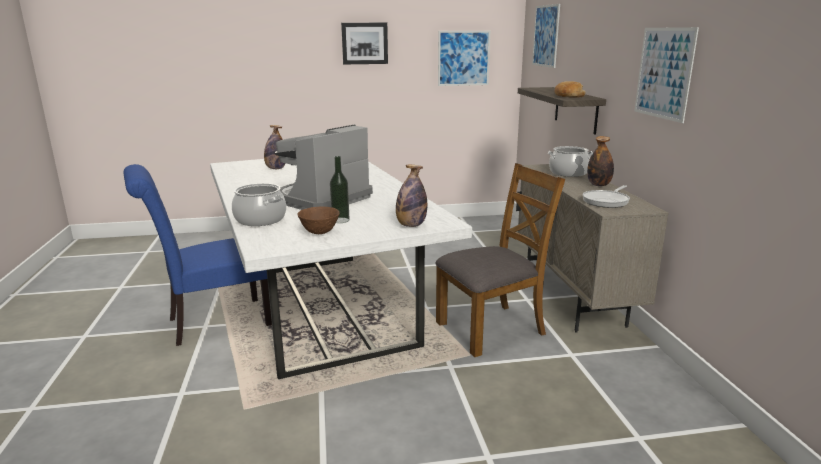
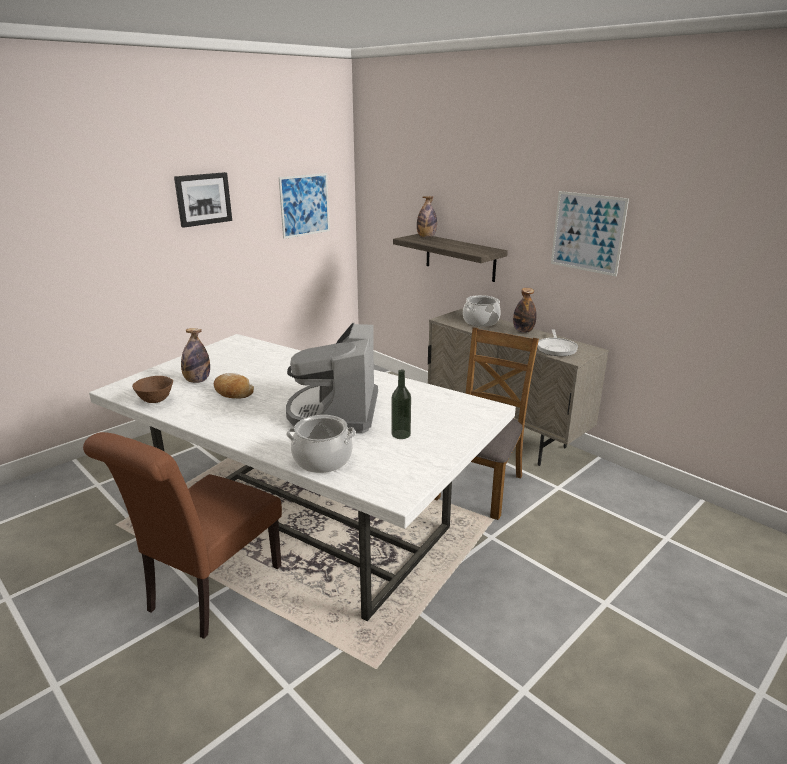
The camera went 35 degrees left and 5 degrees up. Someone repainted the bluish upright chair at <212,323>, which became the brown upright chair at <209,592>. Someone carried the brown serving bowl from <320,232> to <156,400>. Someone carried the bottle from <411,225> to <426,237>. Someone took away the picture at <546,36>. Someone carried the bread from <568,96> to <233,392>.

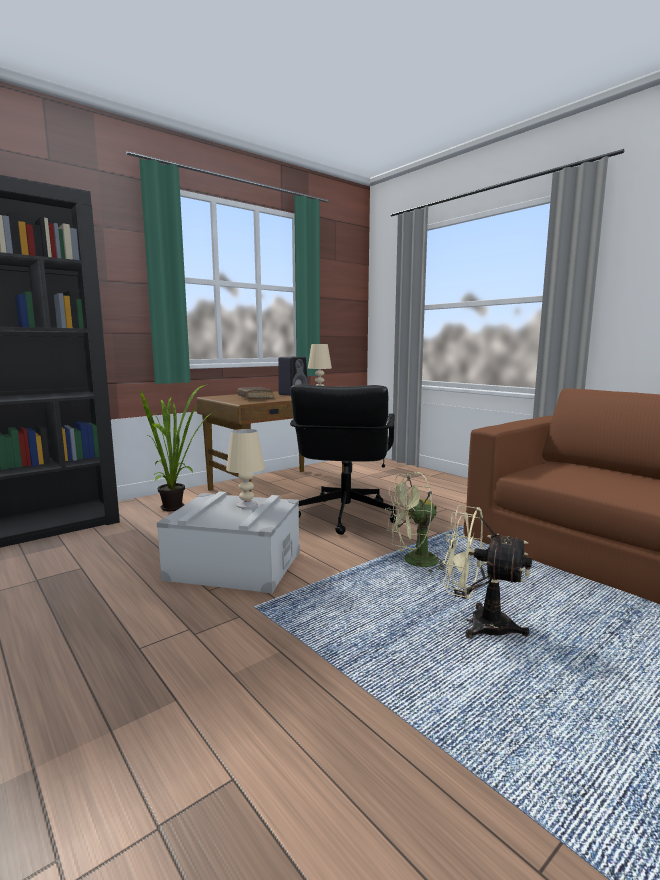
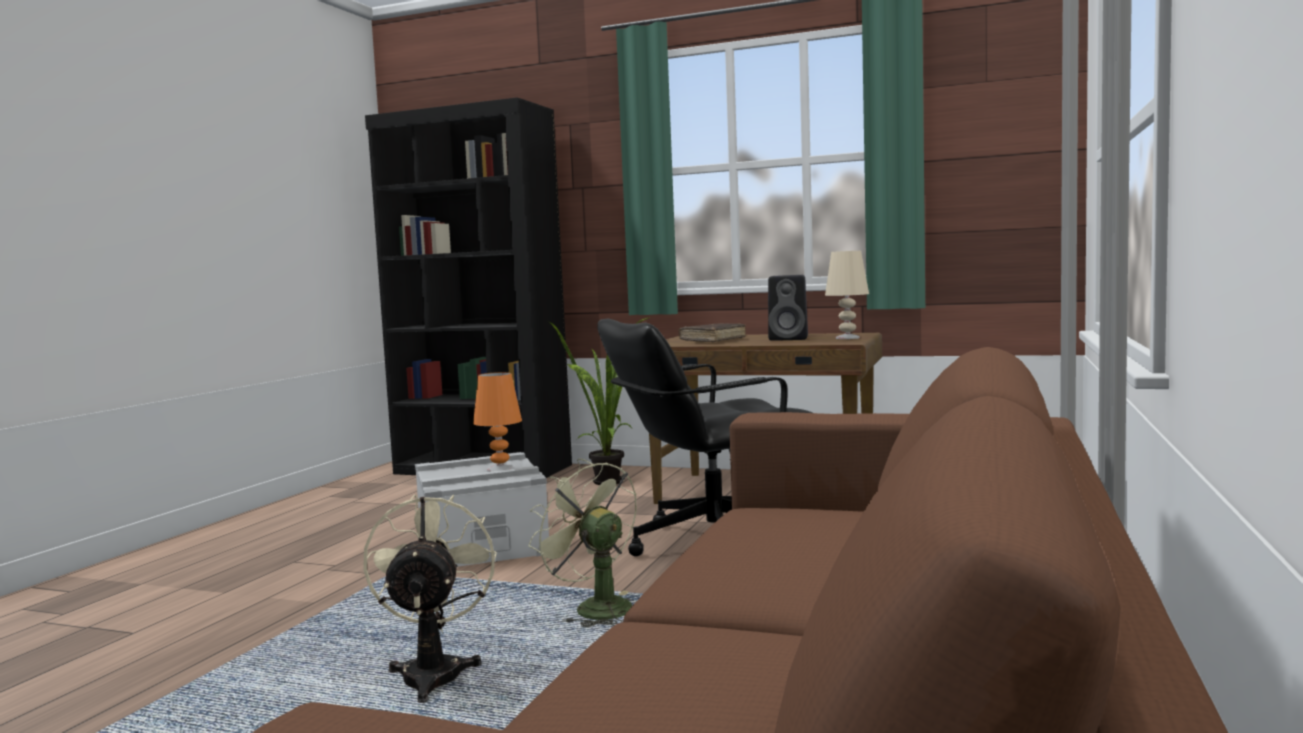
The camera went 60 degrees right and 5 degrees down. Someone repainted the beige table lamp at <247,505>, which became the orangey table lamp at <500,469>.

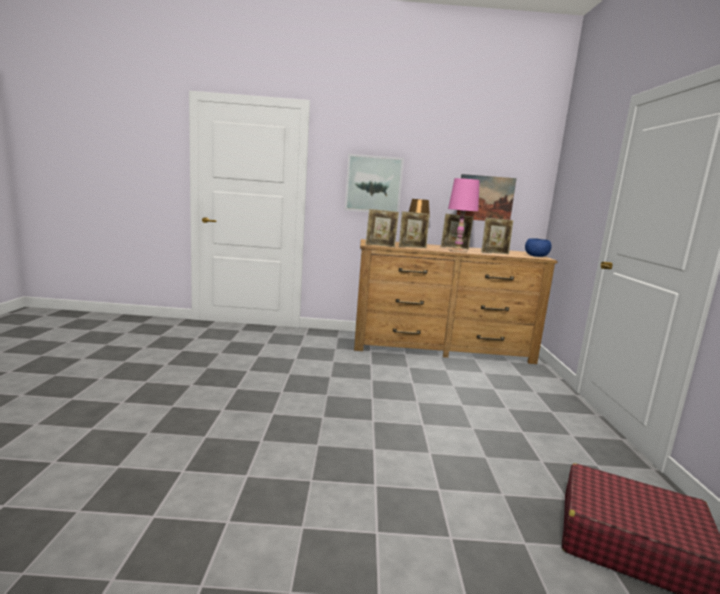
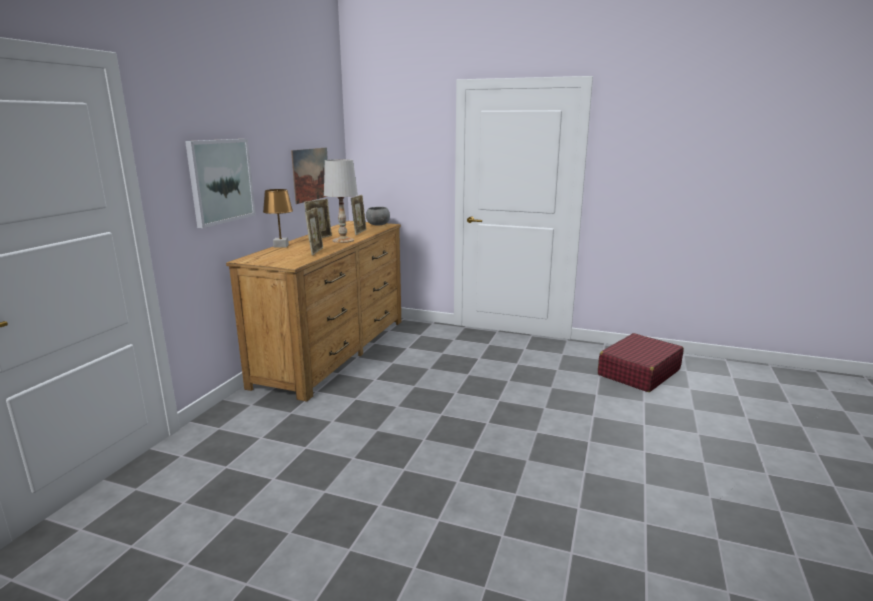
The camera went 70 degrees left and 5 degrees up. Someone took away the photo frame at <380,245>. Someone repainted the pink table lamp at <458,250>, which became the whitish table lamp at <343,240>. Someone repainted the bluish serving bowl at <536,256>, which became the grey serving bowl at <378,224>.

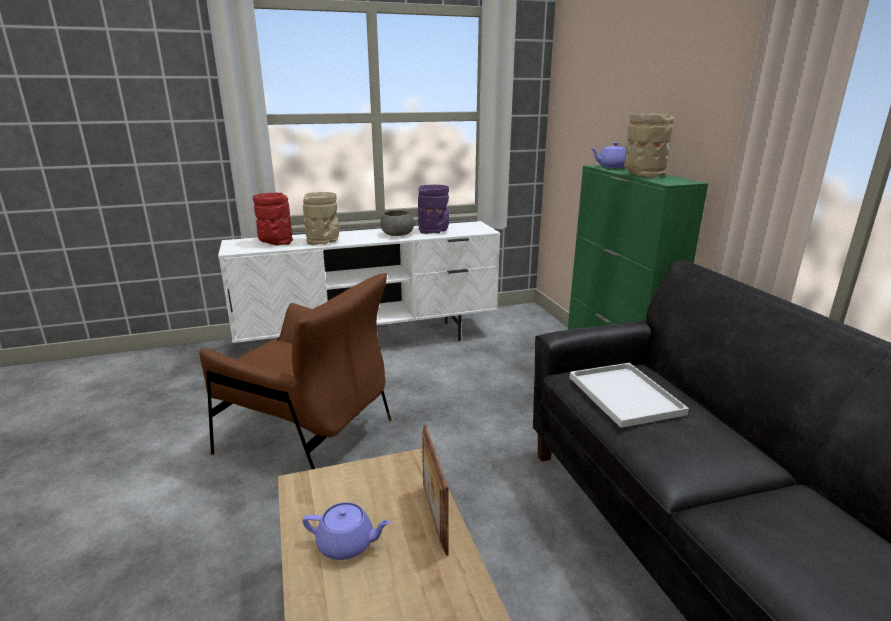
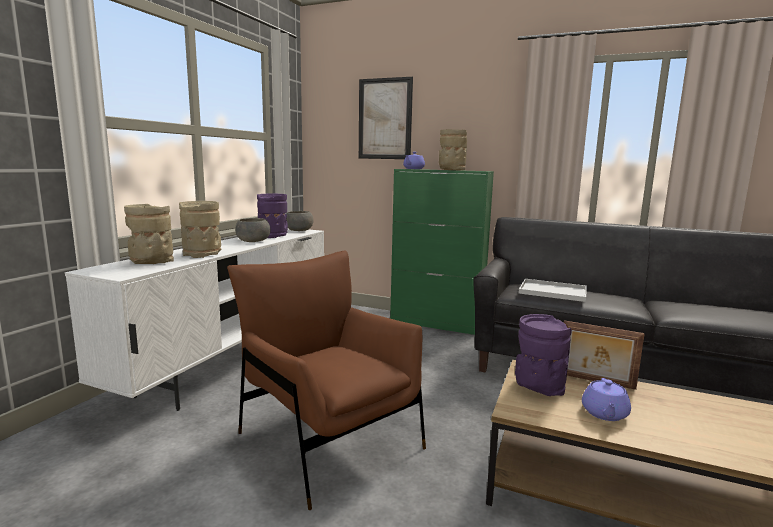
The camera went 50 degrees left and 10 degrees down. Someone rotated the brown lounge chair at <307,437> by 105 degrees counterclockwise. Someone repainted the red-coloured vase at <275,242>, which became the beige vase at <151,262>. Someone rotated the purple pot for tea at <347,544> by 150 degrees clockwise. Someone put down the grey serving bowl at <299,230>. Someone put up the picture at <385,119>. Someone put down the purple vase at <538,387>.

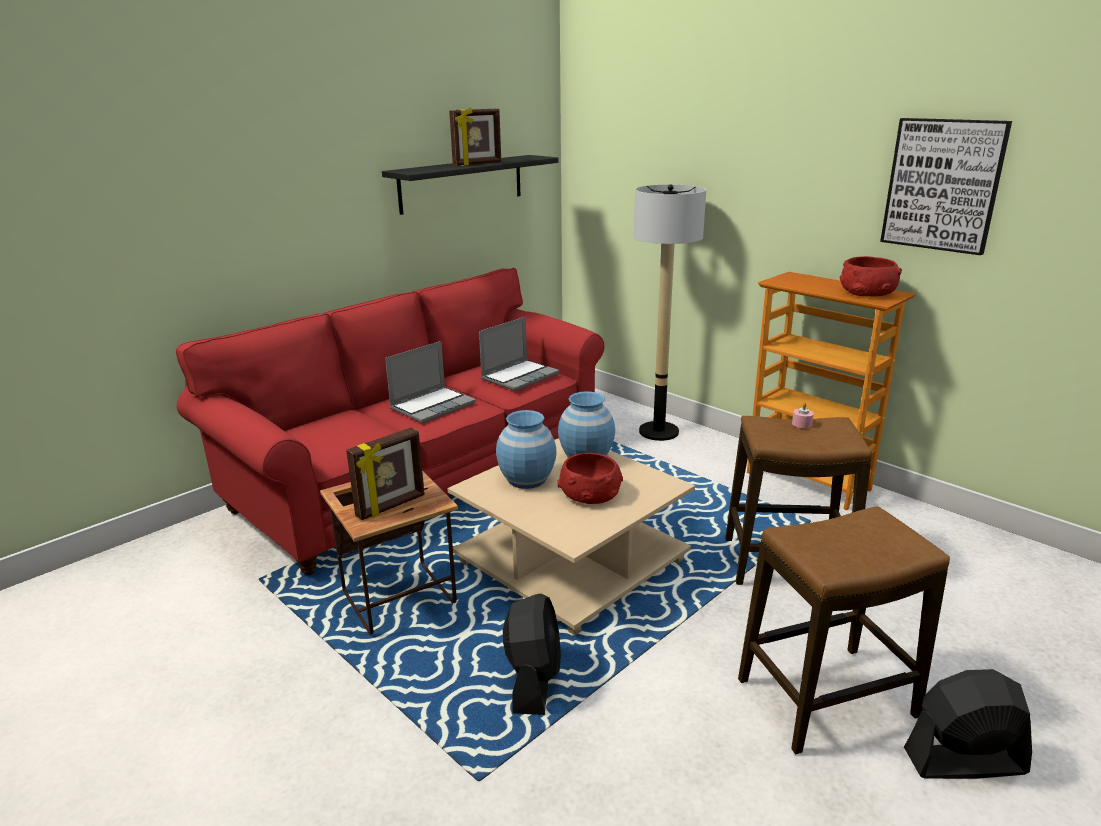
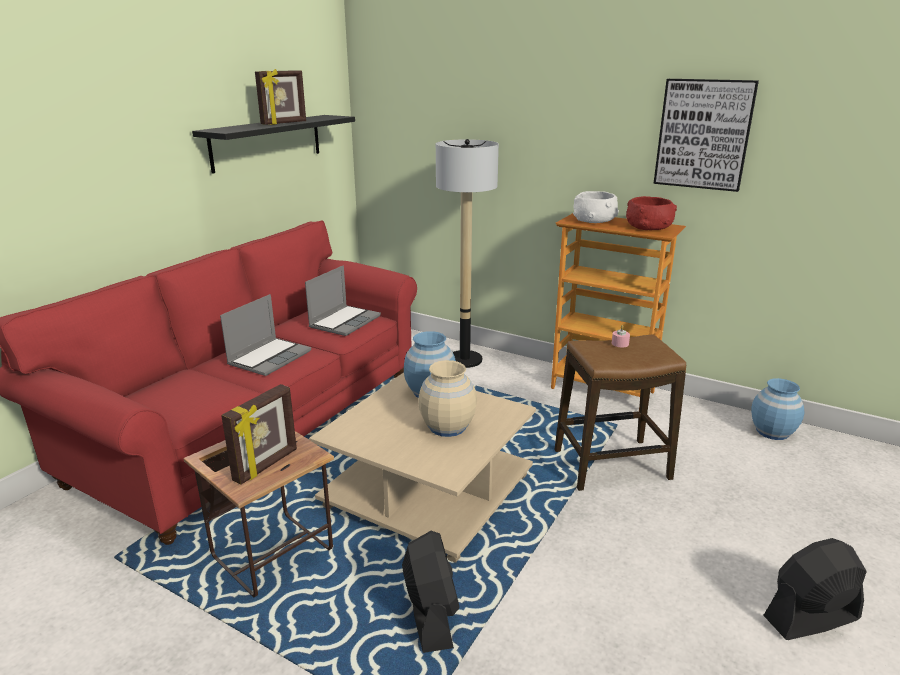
The camera went 15 degrees left and 0 degrees up. Someone carried the bluish vase from <527,479> to <772,432>. Someone swapped the red-coloured serving bowl at <590,494> for the beige vase at <447,427>. Someone took away the sitting stool at <826,698>. Someone put down the whitish serving bowl at <594,220>.

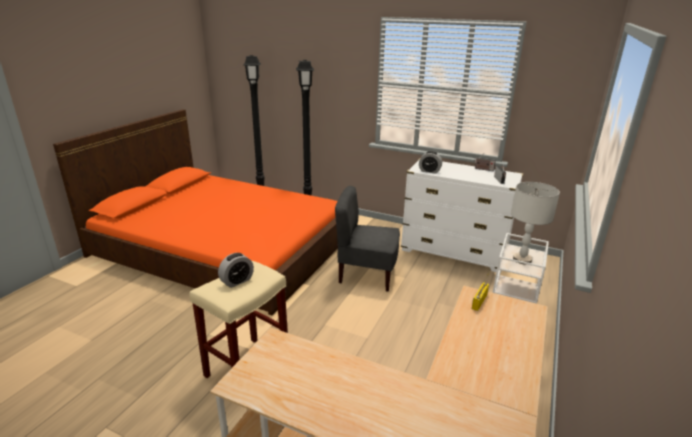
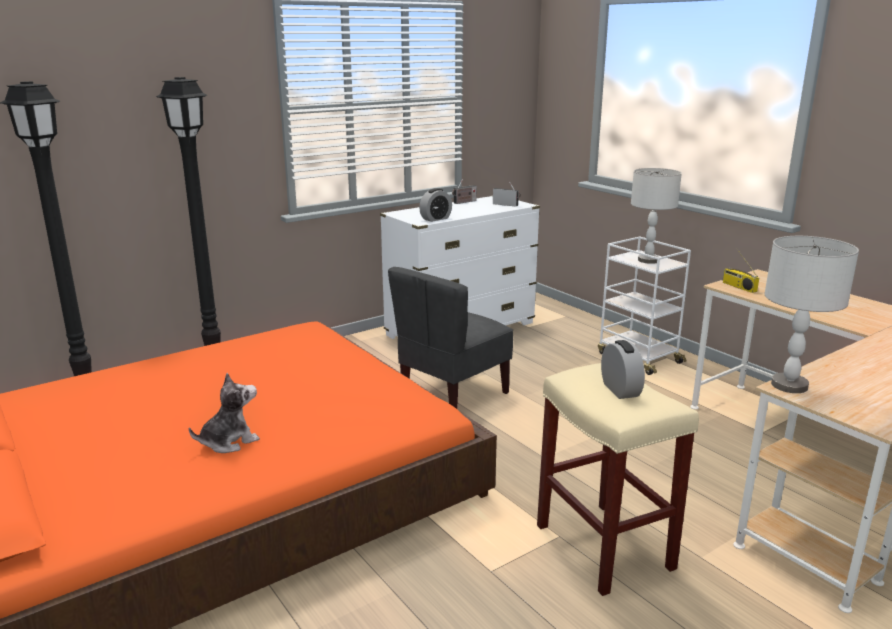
The camera went 60 degrees left and 5 degrees down. Someone put down the soft toy at <229,441>. Someone put down the grey table lamp at <789,385>.

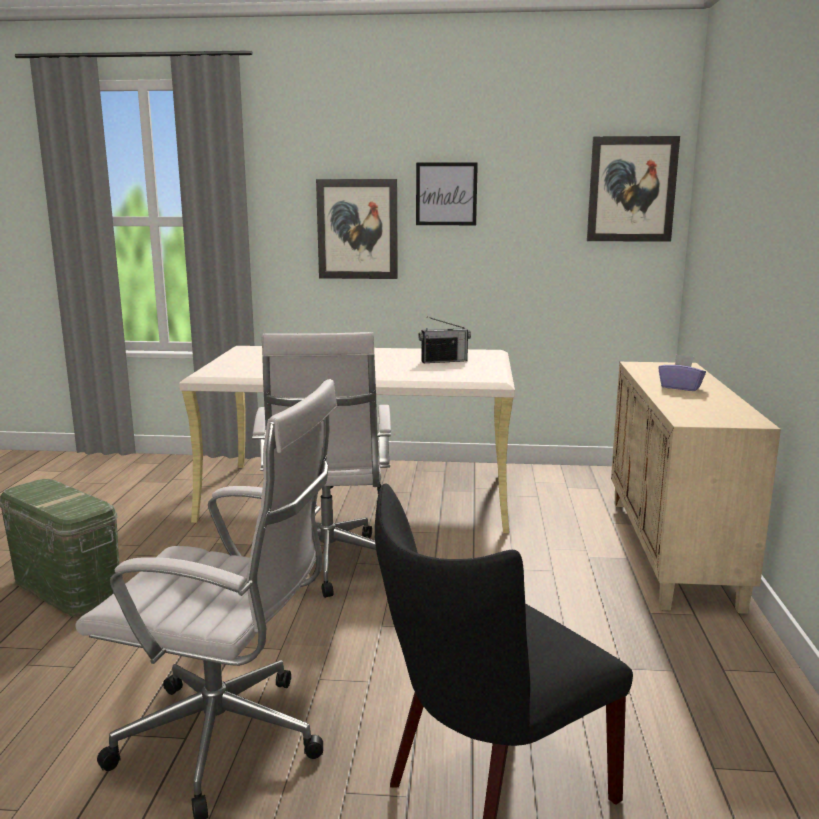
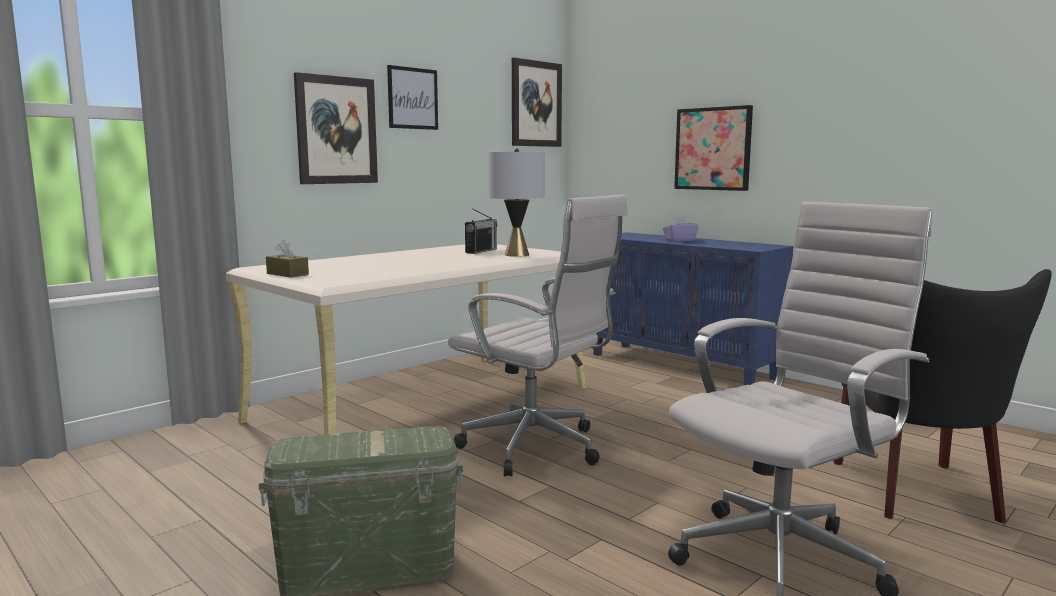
The camera went 50 degrees left and 5 degrees down. Someone repainted the beige storage cabinet at <673,551>, which became the bluish storage cabinet at <682,366>. Someone put down the brown tissue holder at <287,274>. Someone put down the grey table lamp at <517,255>. Someone put up the picture at <713,149>.

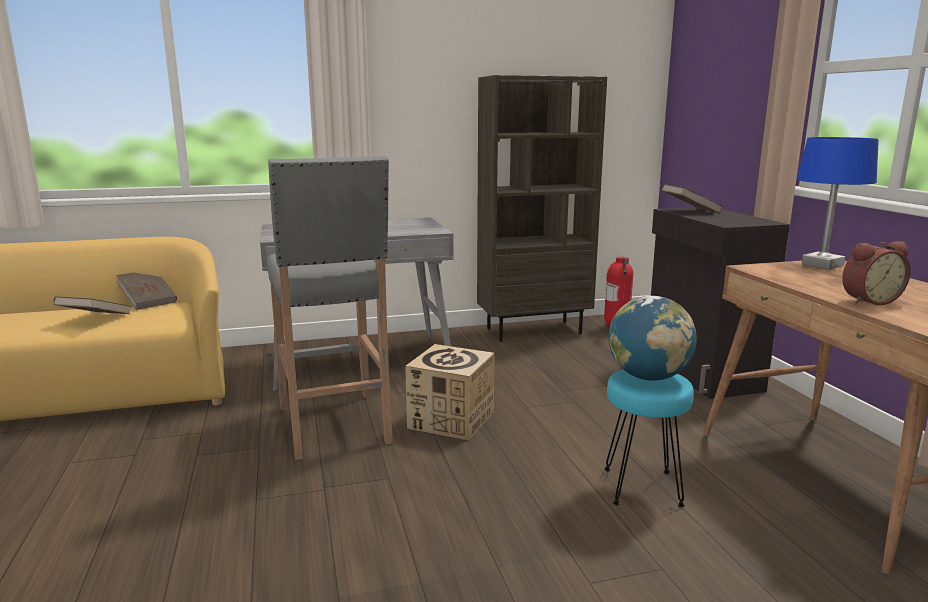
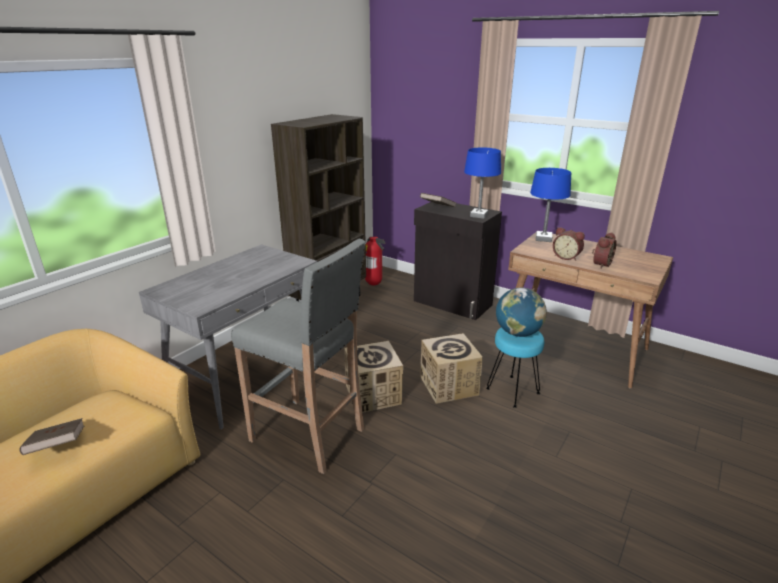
The camera went 40 degrees left and 10 degrees up. Someone took away the brown bound book at <148,301>. Someone put down the carton at <448,386>. Someone put down the bluish table lamp at <479,216>. Someone put down the bedside clock at <566,257>.

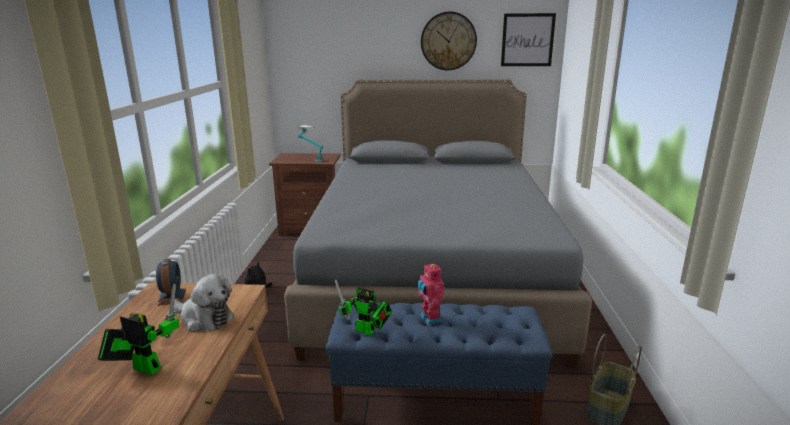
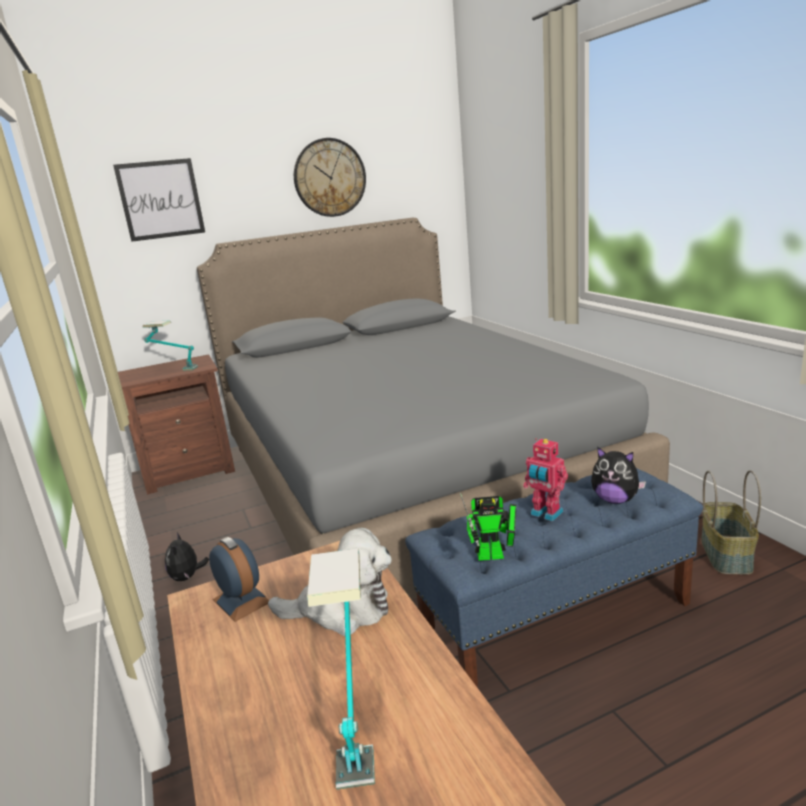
The camera went 25 degrees left and 0 degrees up. Someone swapped the toy robot at <143,367> for the table lamp at <355,718>. Someone carried the picture from <527,40> to <160,199>. Someone put down the soft toy at <615,500>.

